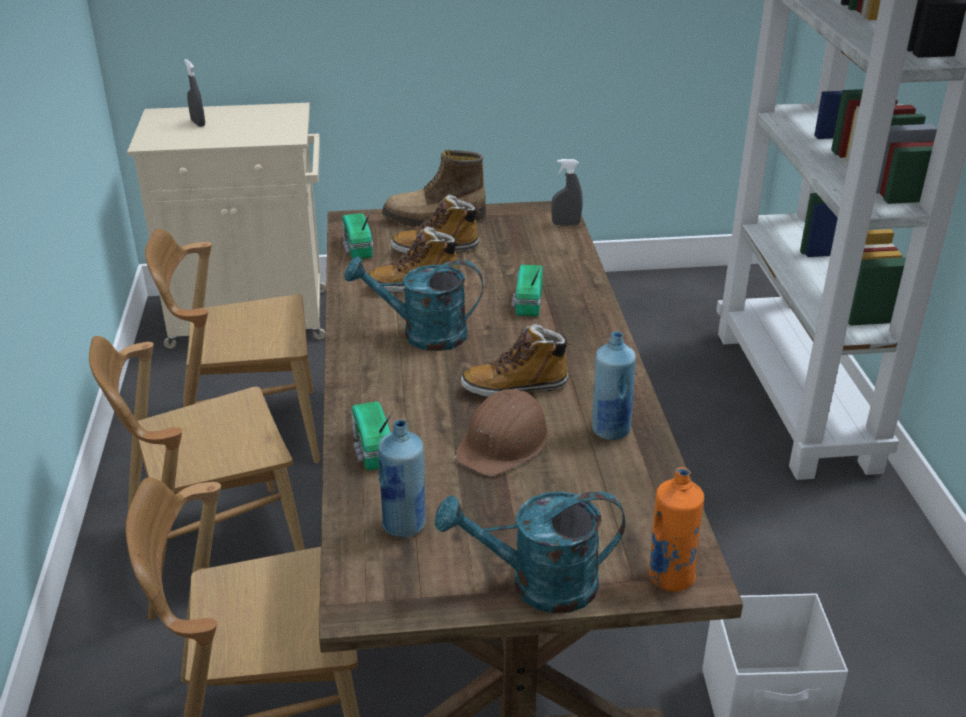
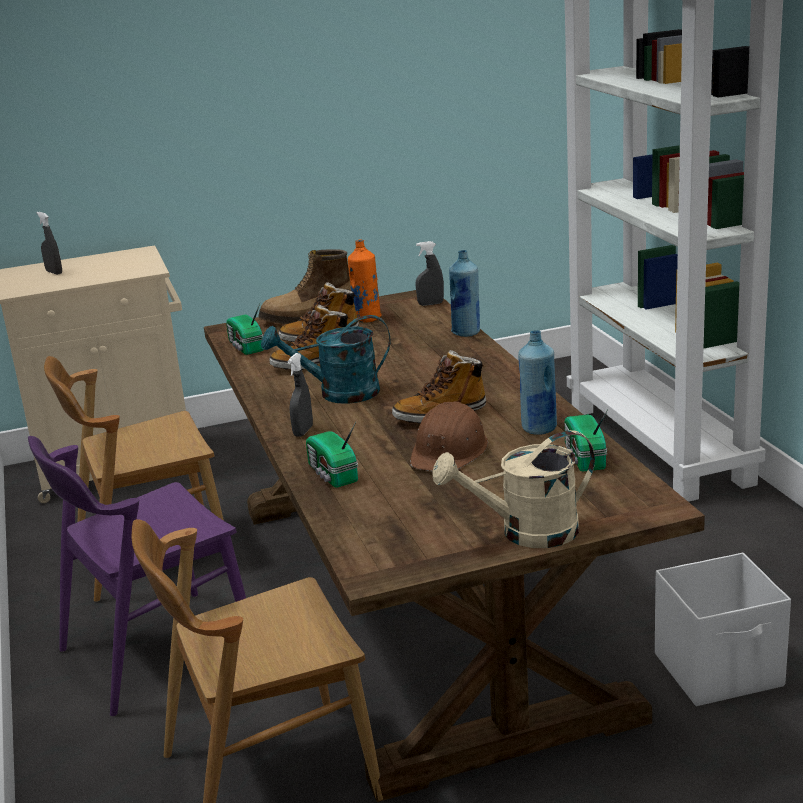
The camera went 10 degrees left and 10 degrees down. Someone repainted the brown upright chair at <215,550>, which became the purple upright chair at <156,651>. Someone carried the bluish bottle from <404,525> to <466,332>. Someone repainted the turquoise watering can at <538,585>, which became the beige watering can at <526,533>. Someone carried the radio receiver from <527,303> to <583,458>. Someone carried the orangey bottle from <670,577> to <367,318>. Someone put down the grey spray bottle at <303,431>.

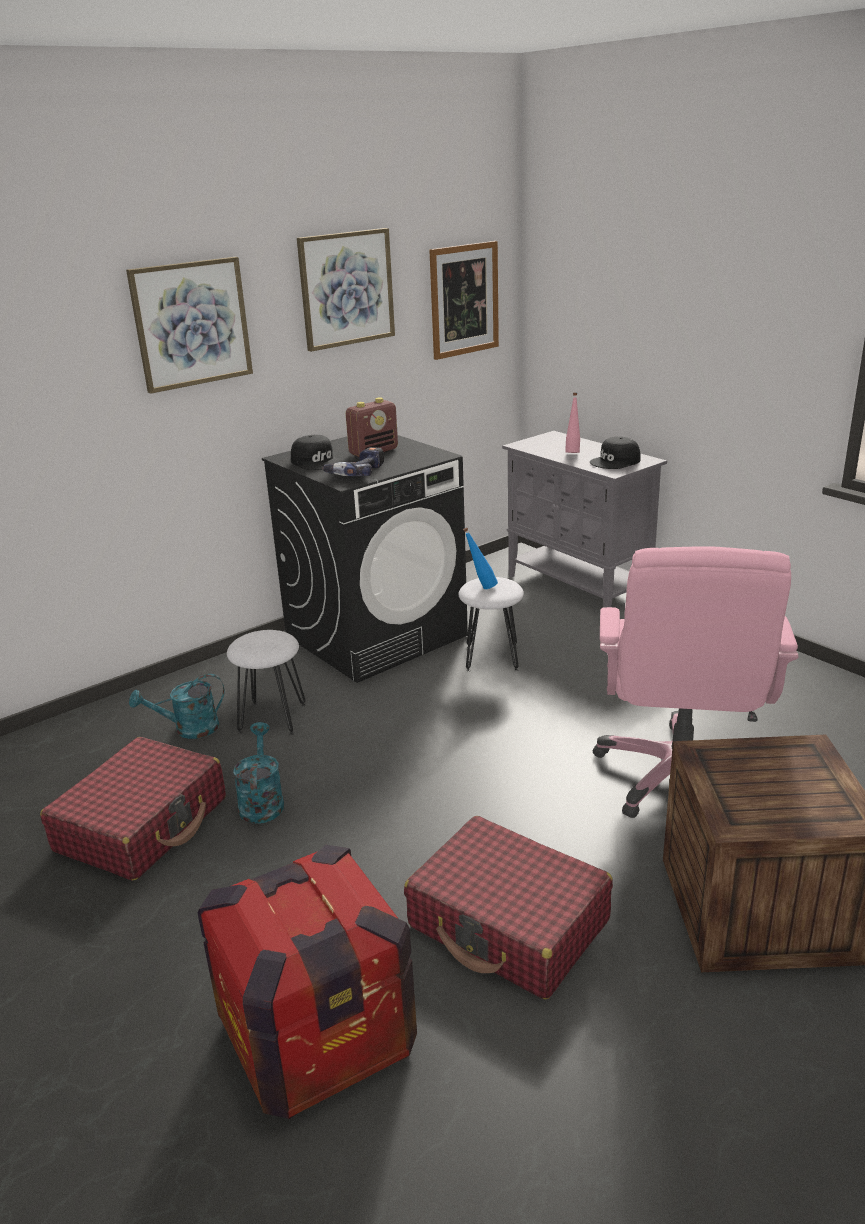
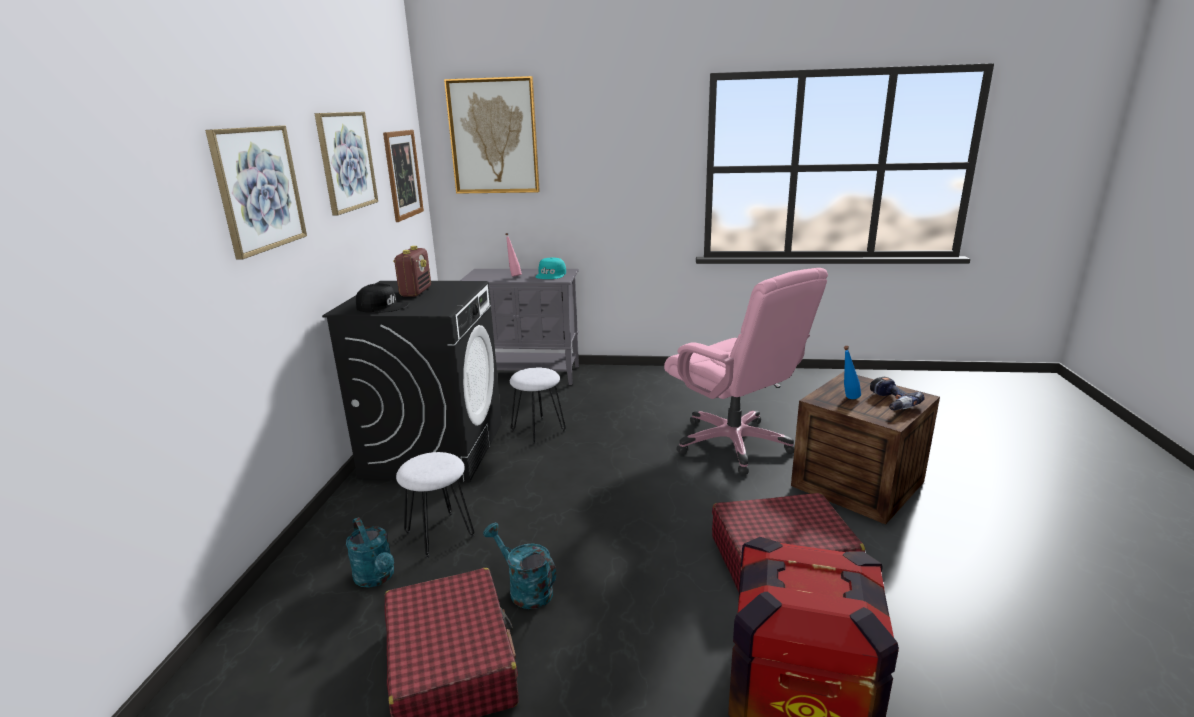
The camera went 45 degrees left and 5 degrees down. Someone rotated the turquoise watering can at <189,730> by 60 degrees counterclockwise. Someone carried the electric drill from <356,472> to <889,402>. Someone carried the bluish bottle from <481,587> to <847,399>. Someone repainted the black-coloured peaked cap at <615,461>, which became the turquoise peaked cap at <551,275>. Someone put up the picture at <493,136>.

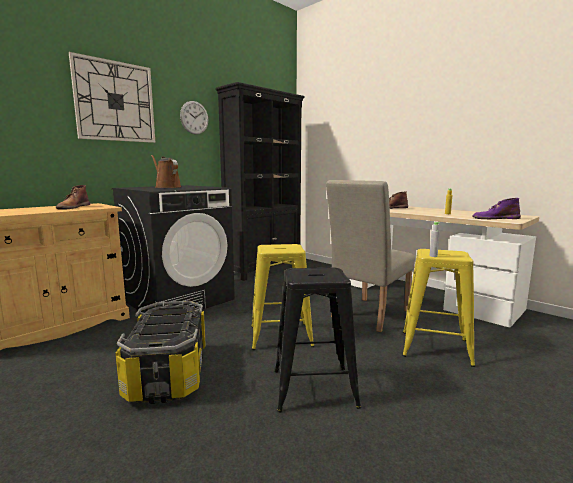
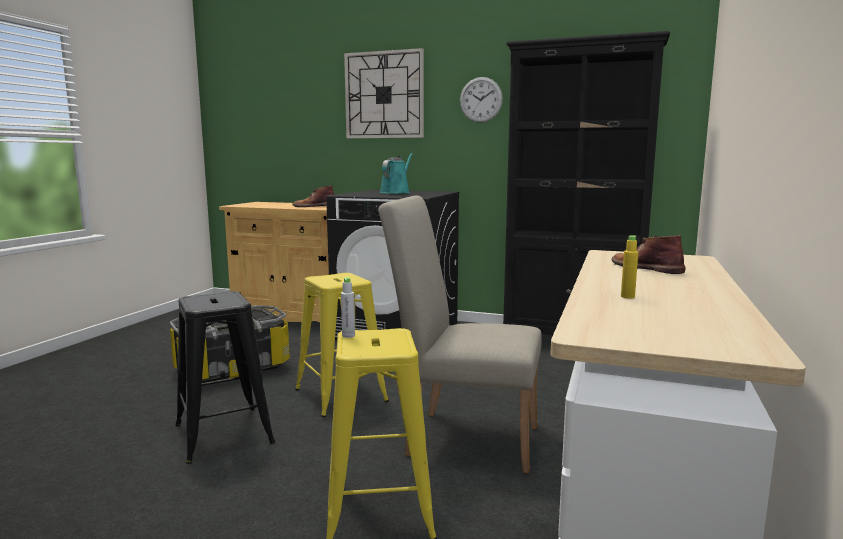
The camera went 65 degrees right and 0 degrees up. Someone repainted the brown watering can at <167,187>, which became the turquoise watering can at <396,192>. Someone took away the purple high-top boot at <495,218>.

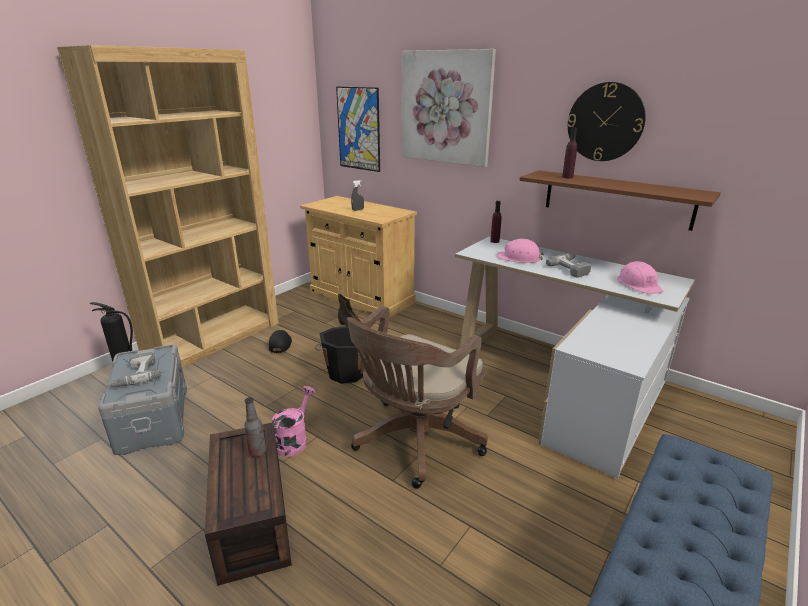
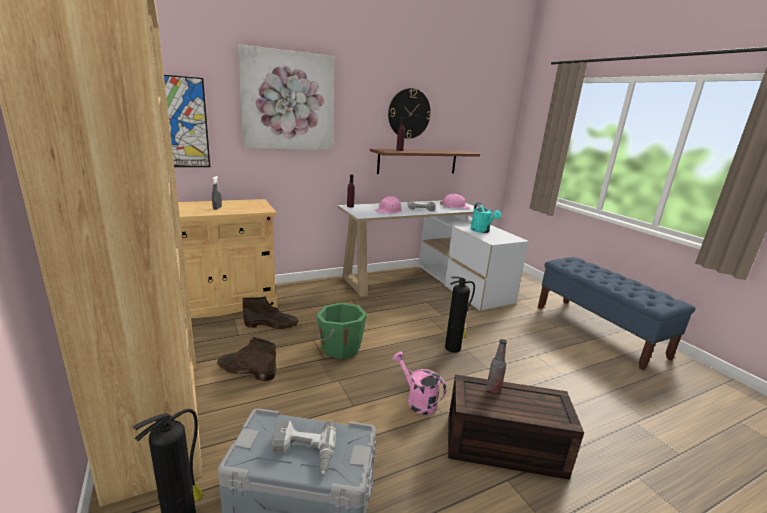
The camera went 65 degrees left and 5 degrees down. Someone swapped the black-coloured peaked cap at <280,344> for the brown high-top boot at <246,371>. Someone repainted the black-coloured pail at <347,371>, which became the greenish pail at <340,348>. Someone swapped the brown computer chair at <414,442> for the extinguisher at <453,348>. Someone put down the turquoise watering can at <482,231>.

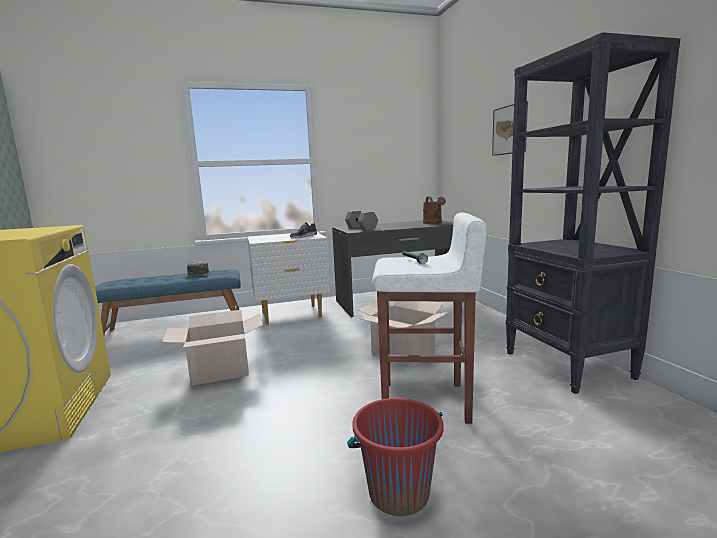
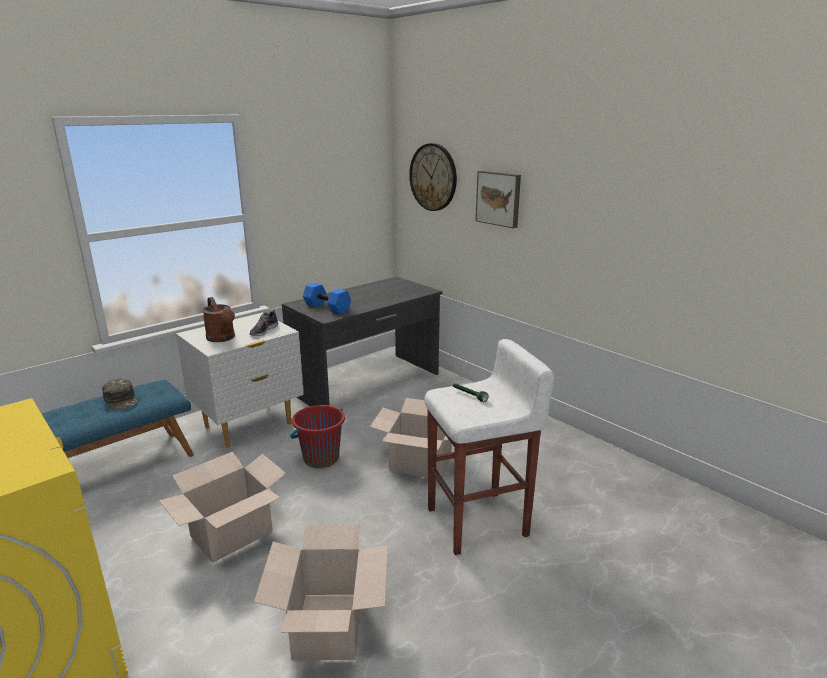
The camera went 25 degrees left and 10 degrees up. Someone repainted the grey dumbbell at <360,228>, which became the bluish dumbbell at <326,308>. Someone carried the red-coloured pail from <398,493> to <321,458>. Someone carried the brown watering can from <434,223> to <222,338>. Someone took away the black-coloured bookshelf at <568,365>. Someone put down the carton at <327,626>. Someone put up the wall clock at <433,177>.

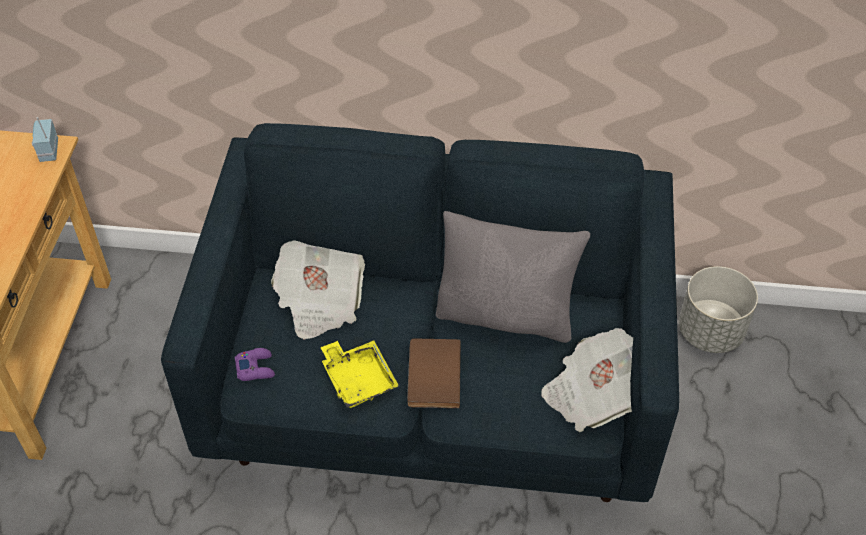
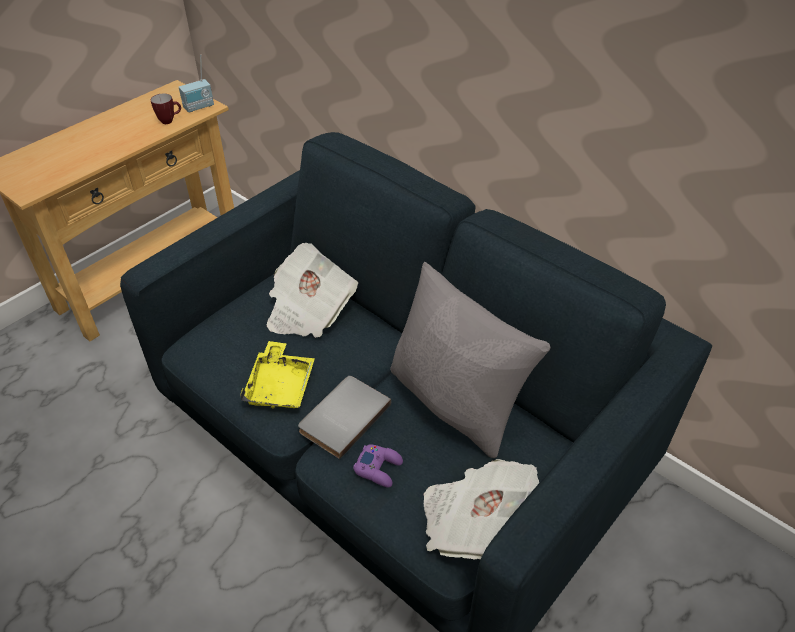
The camera went 35 degrees right and 5 degrees down. Someone rotated the radio receiver at <47,151> by 150 degrees counterclockwise. Someone carried the purple joypad from <255,368> to <379,468>. Someone repainted the brown bound book at <431,375>, which became the grey bound book at <342,416>. Someone took away the grey plant pot at <710,331>. Someone put down the mug at <170,121>.

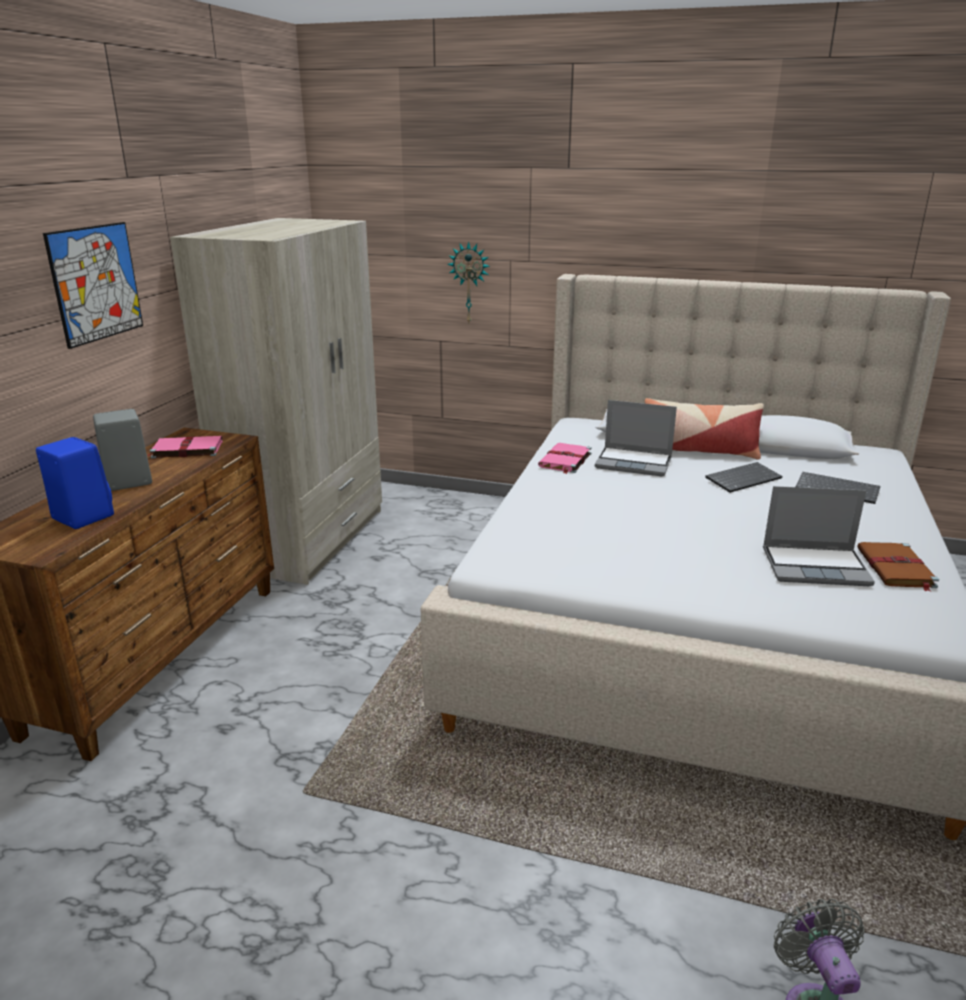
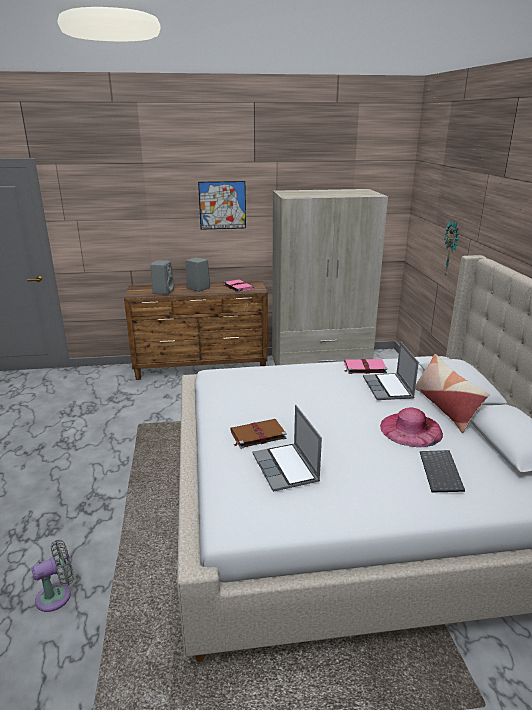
The camera went 65 degrees right and 0 degrees up. Someone repainted the bluish loudspeaker at <81,517>, which became the grey loudspeaker at <163,291>. Someone swapped the computer keyboard at <743,478> for the pink clothing hat at <411,429>. Someone carried the brown bound book from <896,568> to <257,435>.

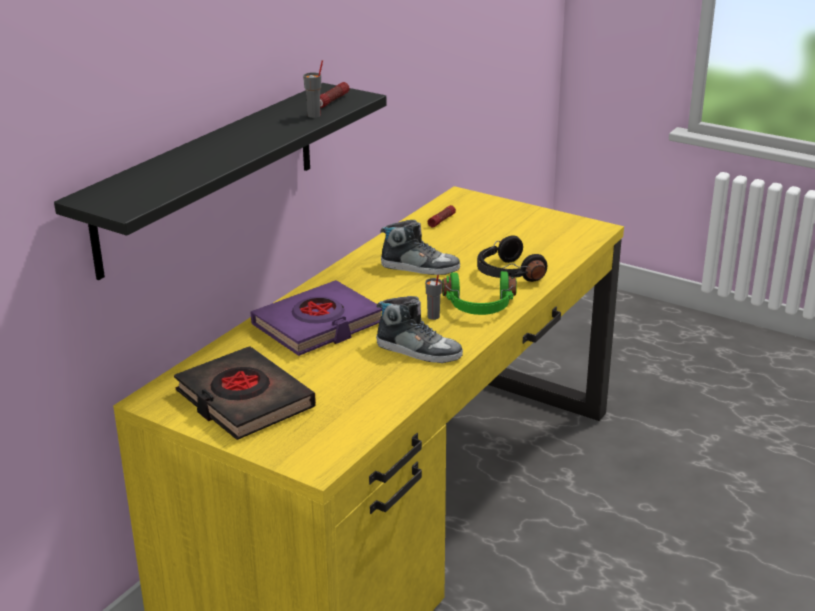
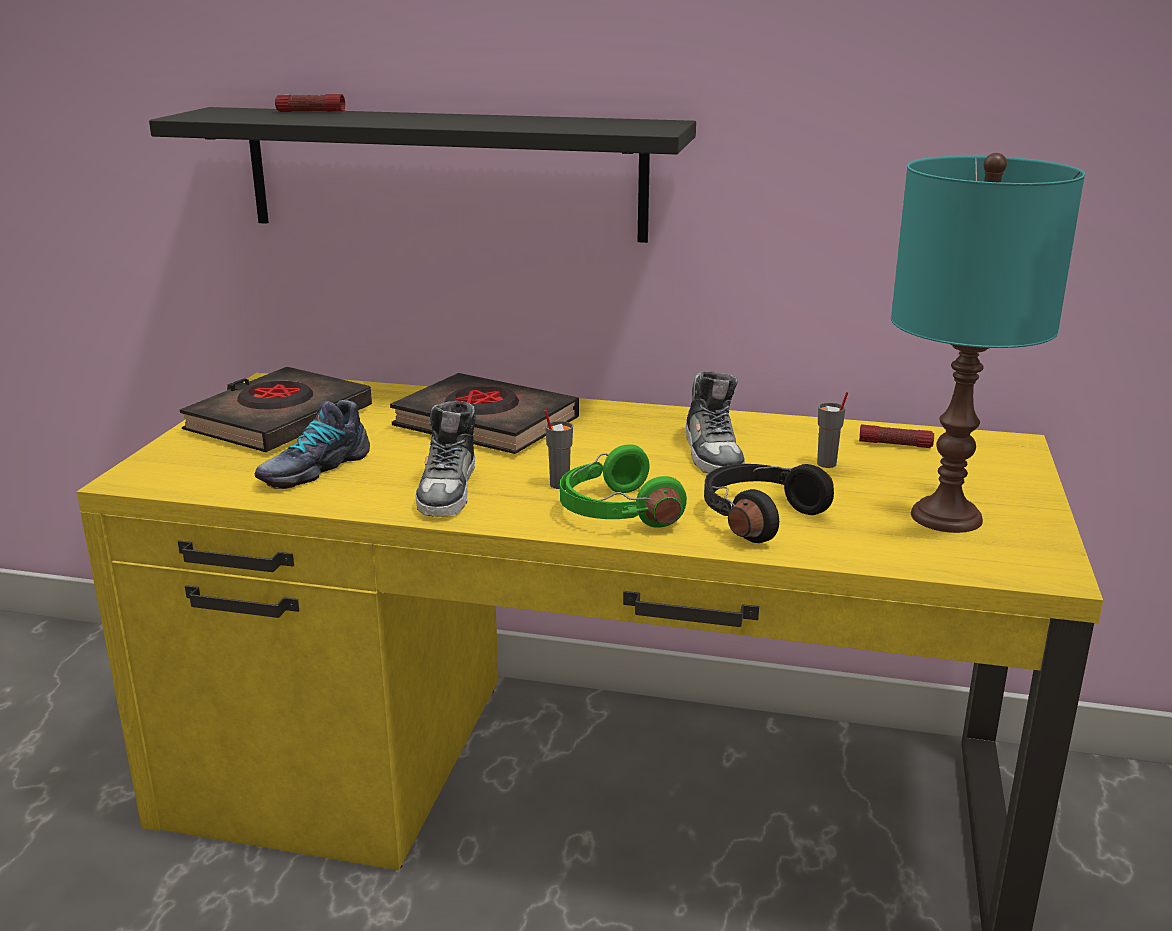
The camera went 70 degrees right and 5 degrees down. Someone repainted the purple bound book at <318,325>, which became the black-coloured bound book at <485,424>. Someone carried the grey cup from <314,115> to <827,464>. Someone carried the flashlight from <332,101> to <310,112>. Someone put down the low shoe at <313,469>. Someone put down the turquoise table lamp at <947,516>.

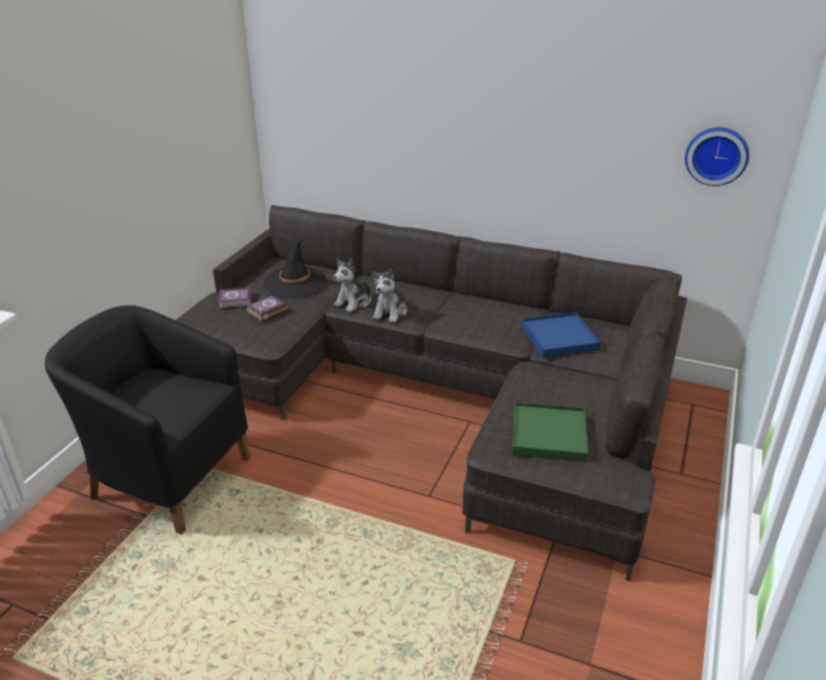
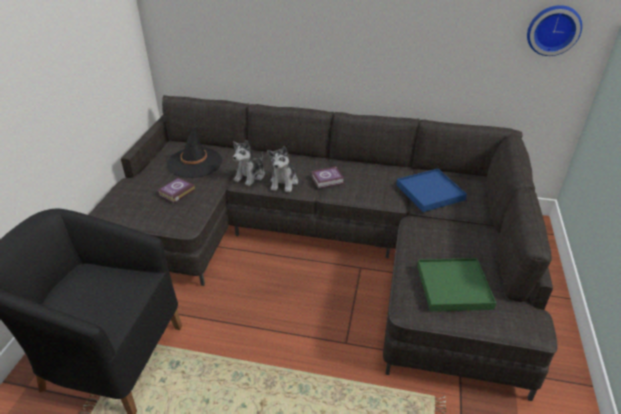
The camera went 10 degrees left and 5 degrees up. Someone carried the bound book from <236,302> to <328,180>.

